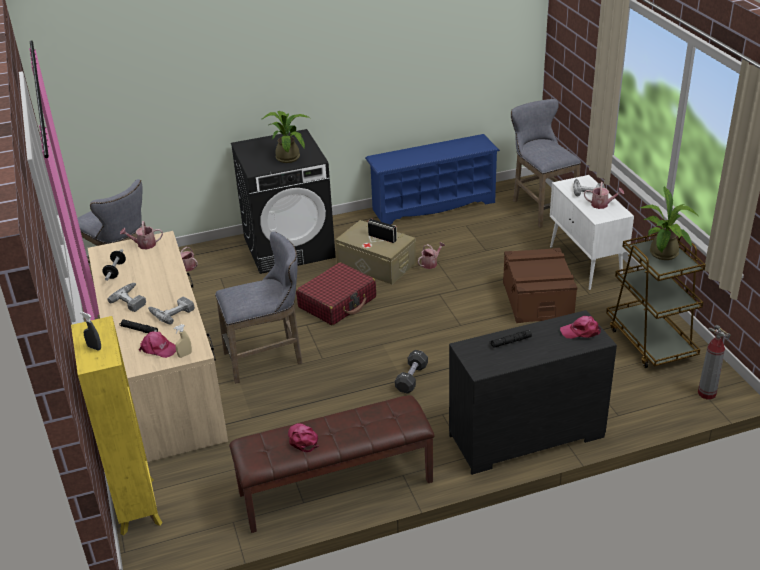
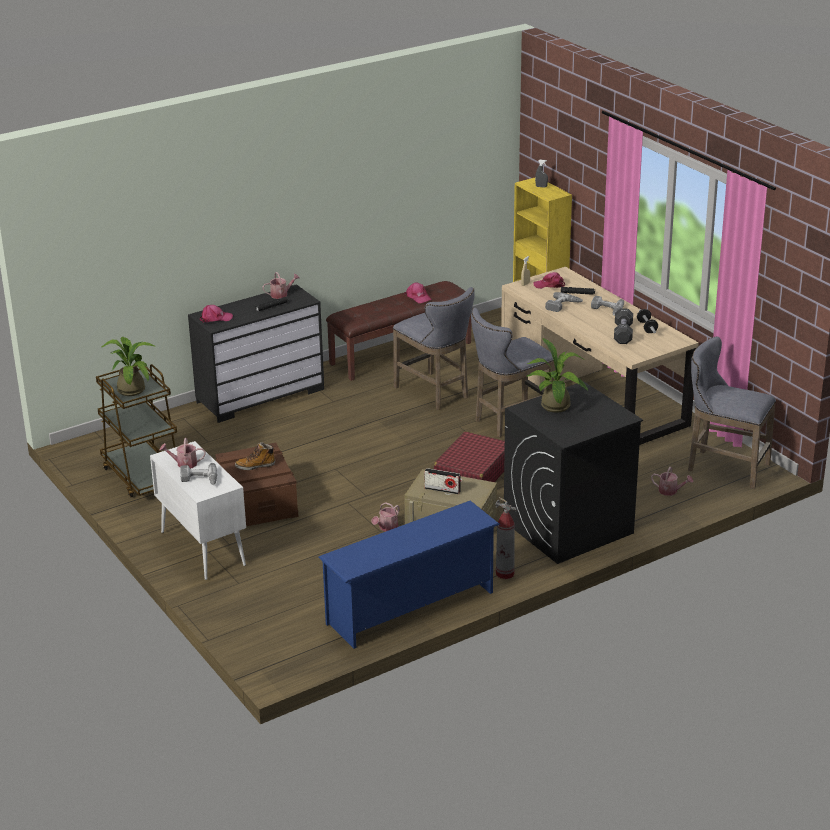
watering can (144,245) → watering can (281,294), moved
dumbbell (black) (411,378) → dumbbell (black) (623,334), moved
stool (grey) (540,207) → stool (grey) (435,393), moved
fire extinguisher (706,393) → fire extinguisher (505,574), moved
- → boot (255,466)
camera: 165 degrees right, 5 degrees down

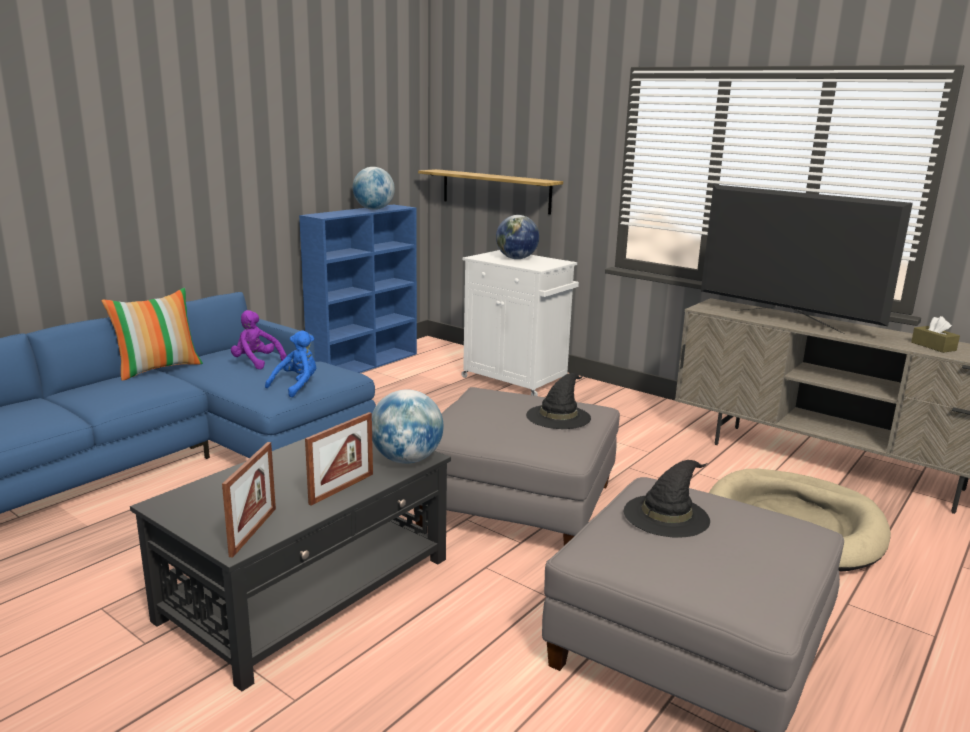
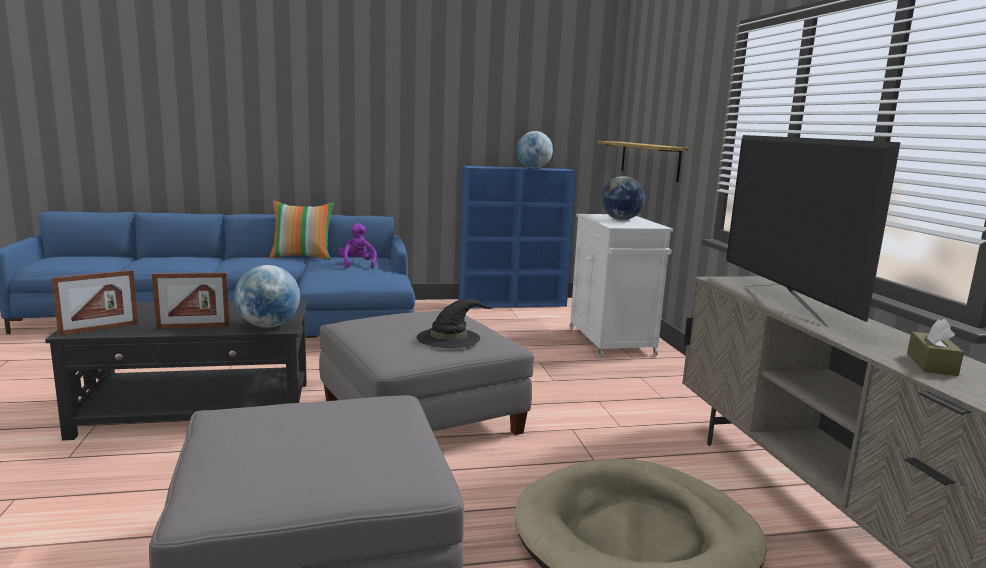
plush toy (blue) (296,386) → -
hat (black) (666,515) → -
camera: 40 degrees right, 5 degrees down

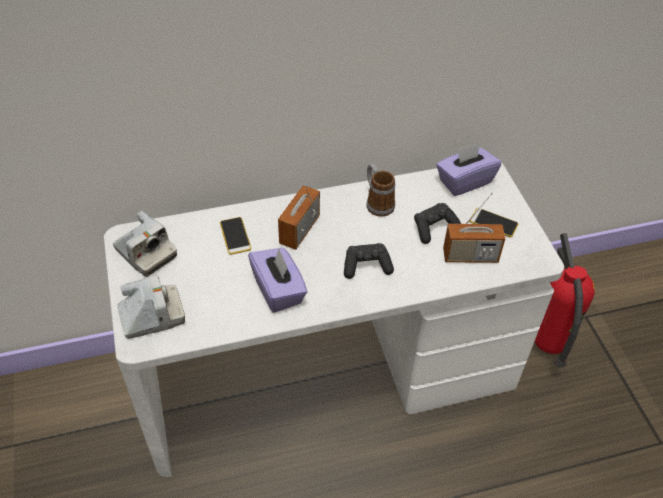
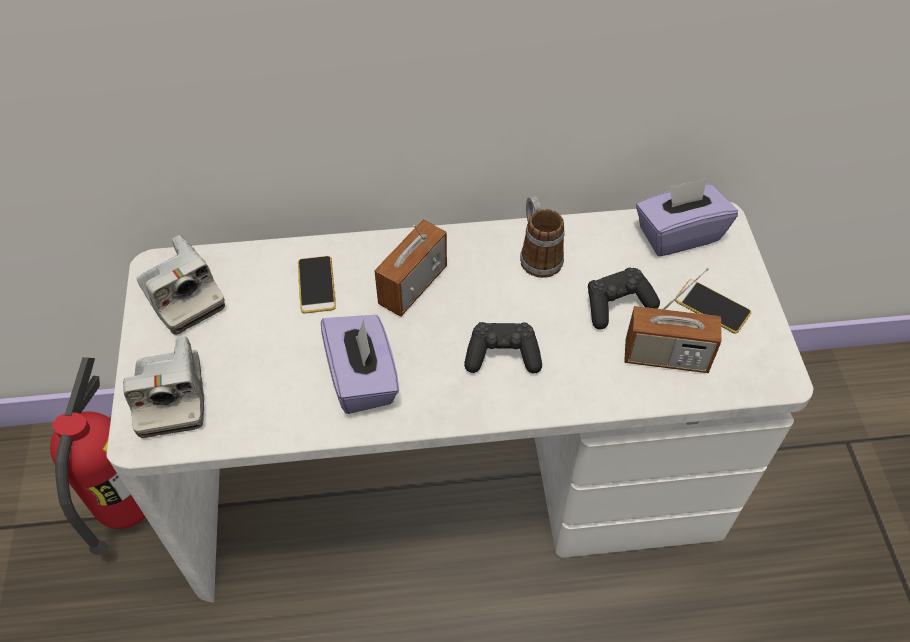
photo camera (152,316) → photo camera (171,397), 90 degrees clockwise
fire extinguisher (547,344) → fire extinguisher (128,509), moved
camera: 10 degrees right, 5 degrees up

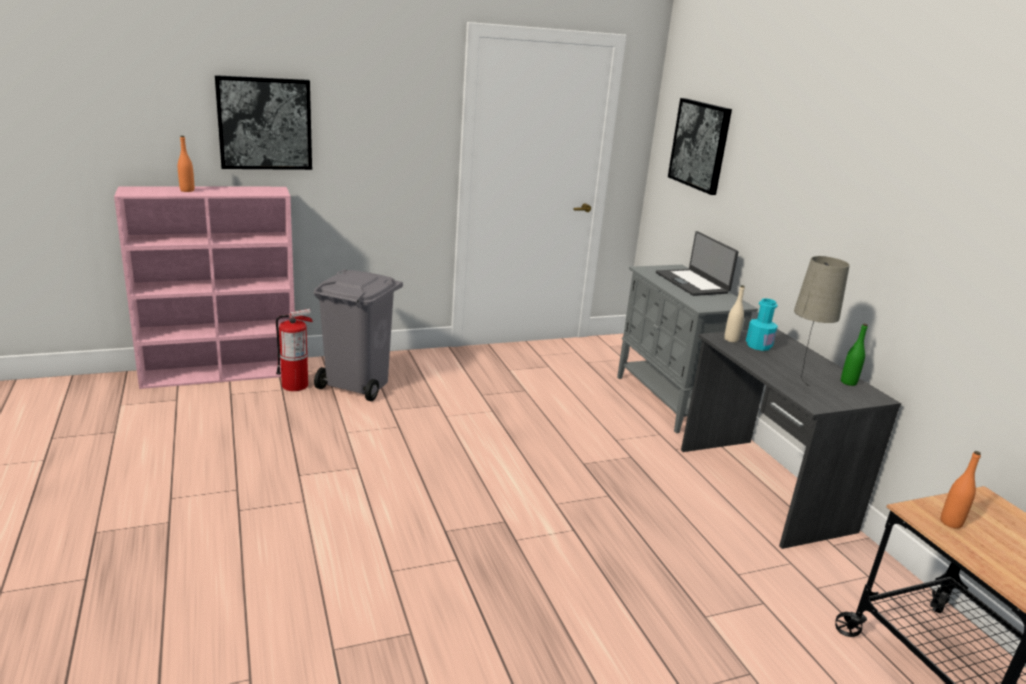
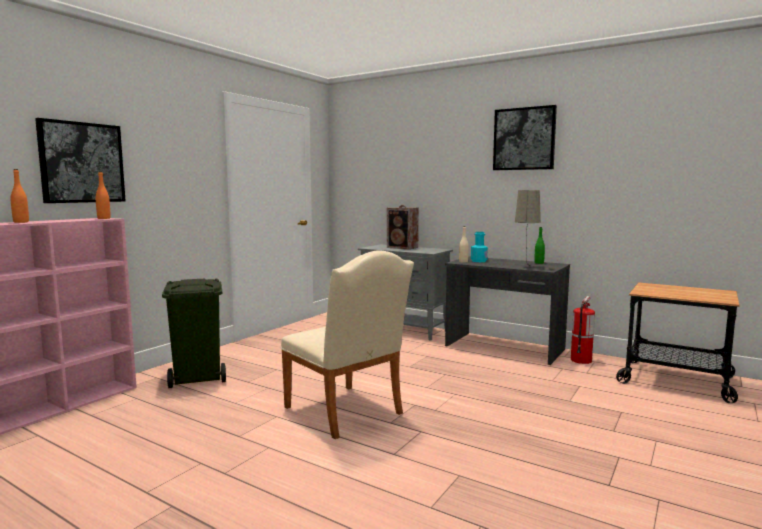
fire extinguisher (295,385) → fire extinguisher (581,360), moved
trash can (grey) (358,385) → trash can (green) (199,377)
laptop (692,283) → speaker (403,247)
picture (700,145) → picture (524,139), moved
bottle (orange) (951,523) → bottle (orange) (104,218), moved
- → chair (beige) (347,413)
camera: 35 degrees left, 15 degrees down

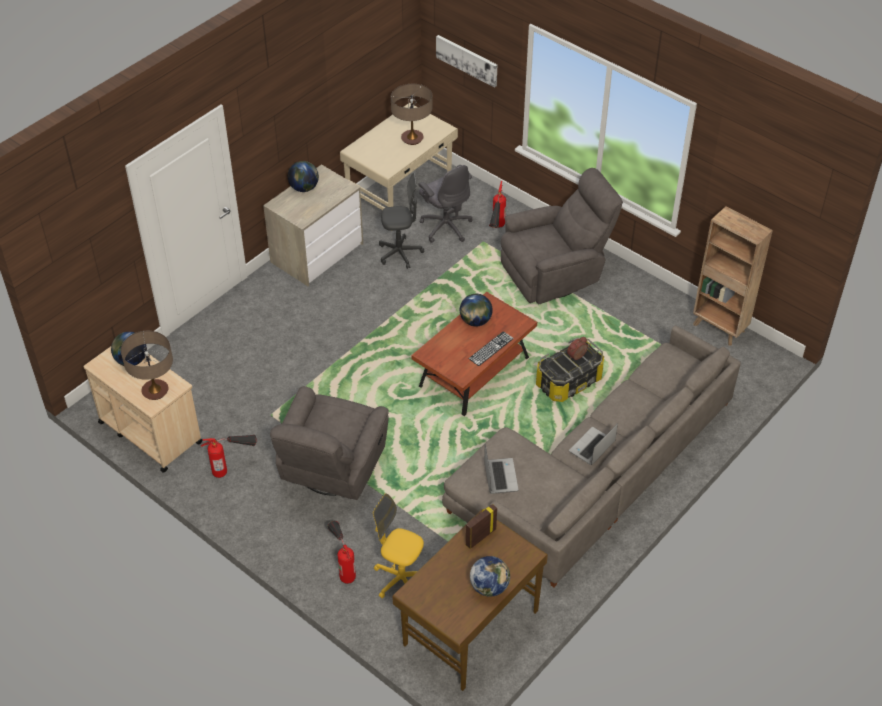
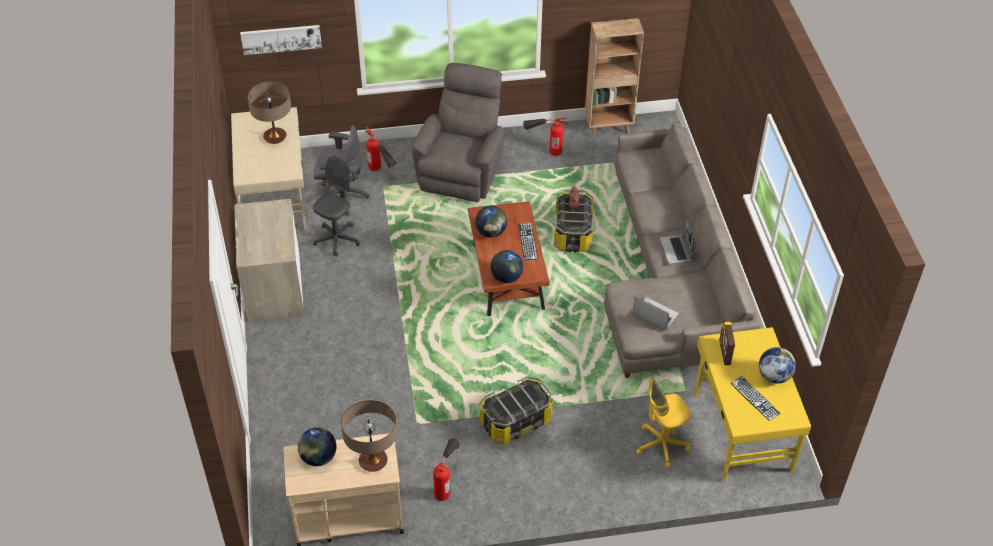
armchair (grey) (331,471) → storage box (516,421)
globe (304,188) → globe (506,277), moved
fire extinguisher (343,565) → fire extinguisher (544,149), moved
desk (brown) (469,627) → desk (yellow) (741,432)
- → keyboard (755,398)
camera: 50 degrees left, 0 degrees up

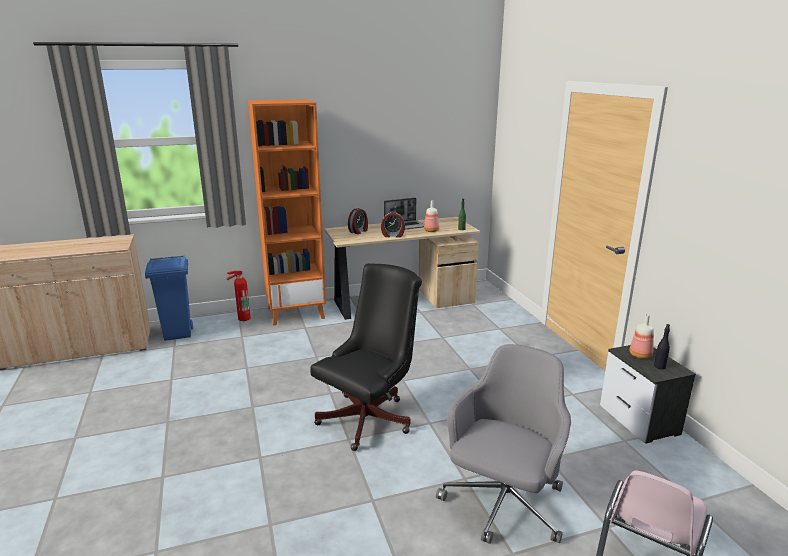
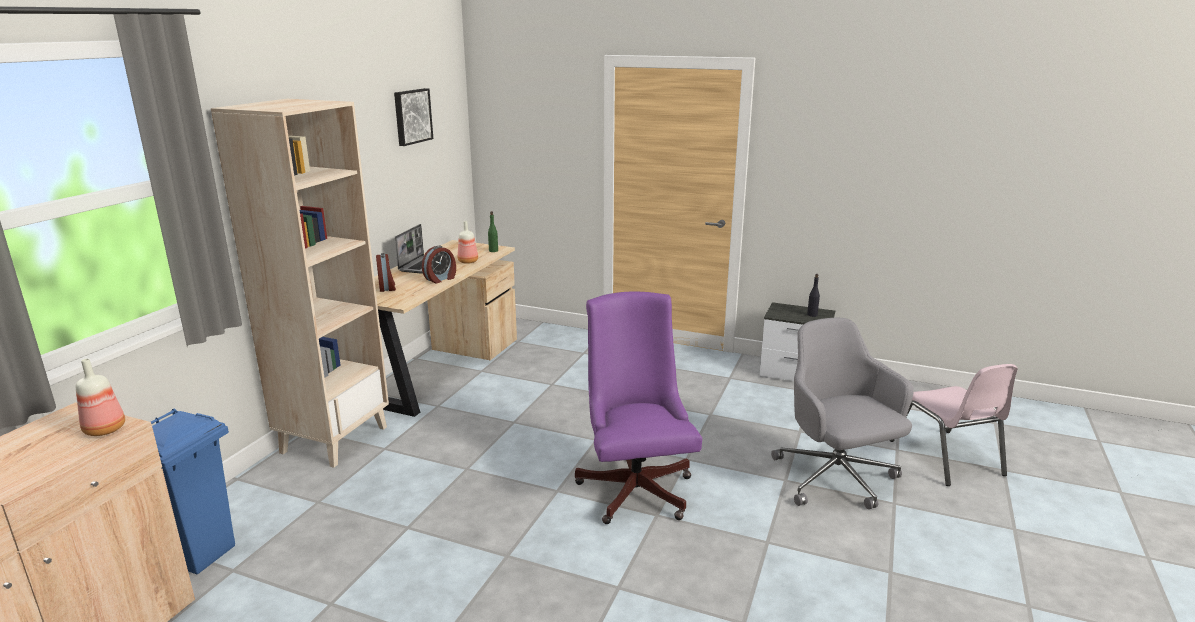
fire extinguisher (242,318) → -
bookcase (orange) (296,313) → bookcase (beige) (334,439)
office chair (black) (370,417) → office chair (purple) (635,486)
bottle (641,355) → bottle (106,429), moved
- → picture (411,116)
camera: 50 degrees left, 0 degrees up

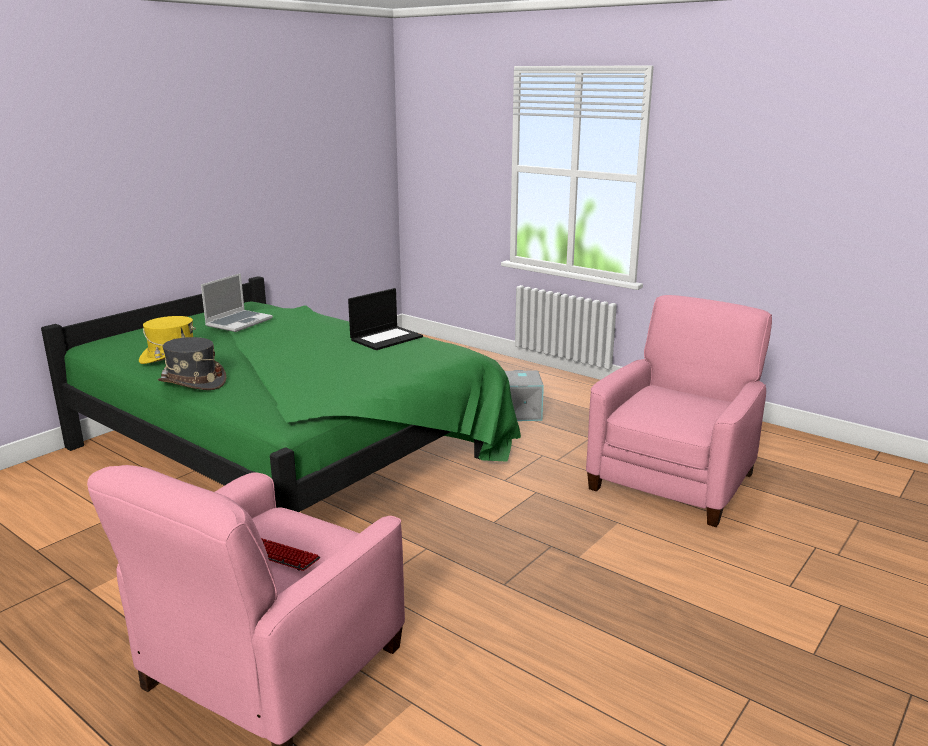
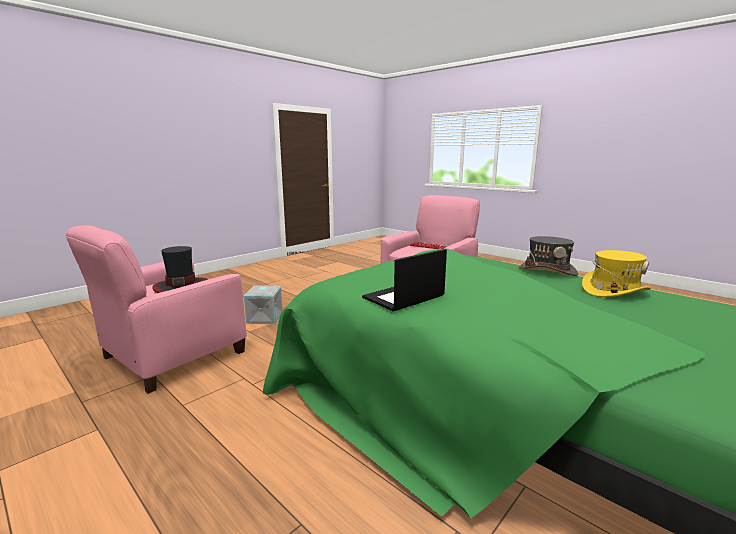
laptop (239,322) → -
storage box (grey) (522,413) → storage box (grey) (264,318), moved
- → hat (181,286)
camera: 175 degrees left, 5 degrees down

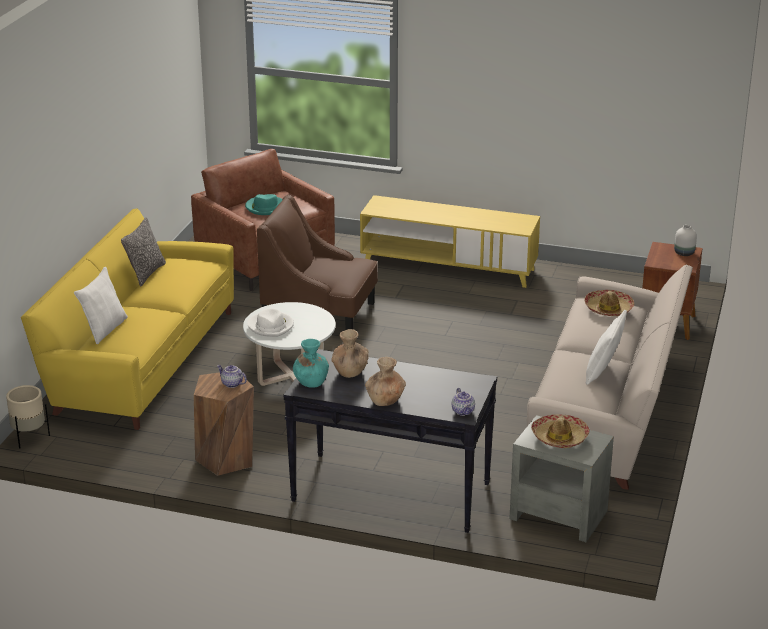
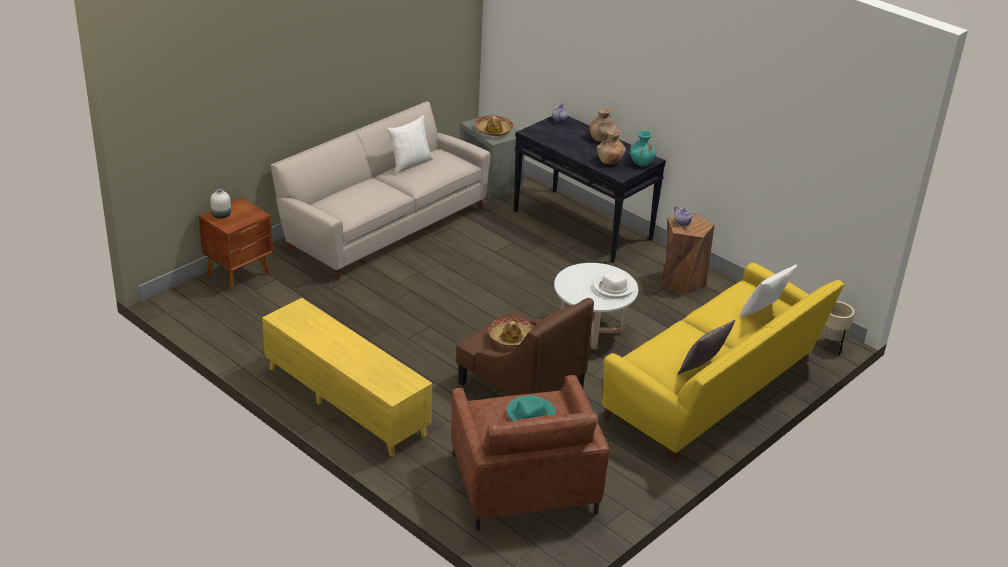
hat (608,308) → hat (511,337), moved
camera: 155 degrees left, 5 degrees up

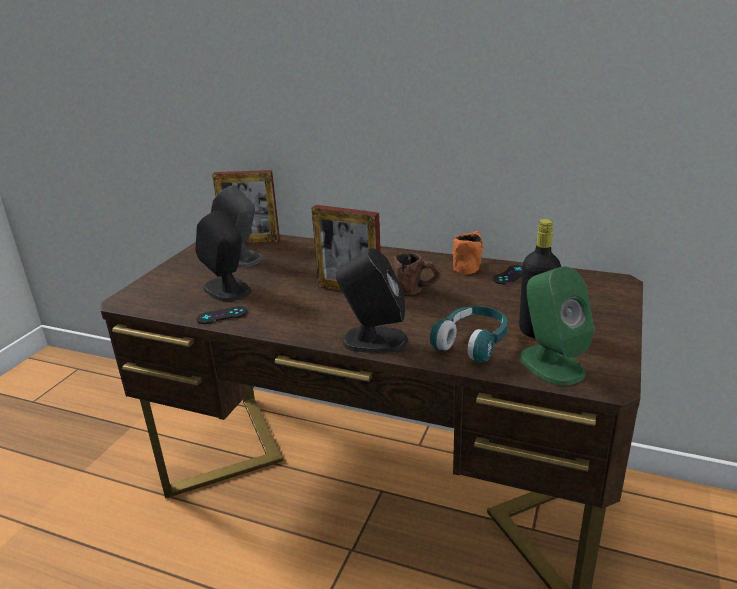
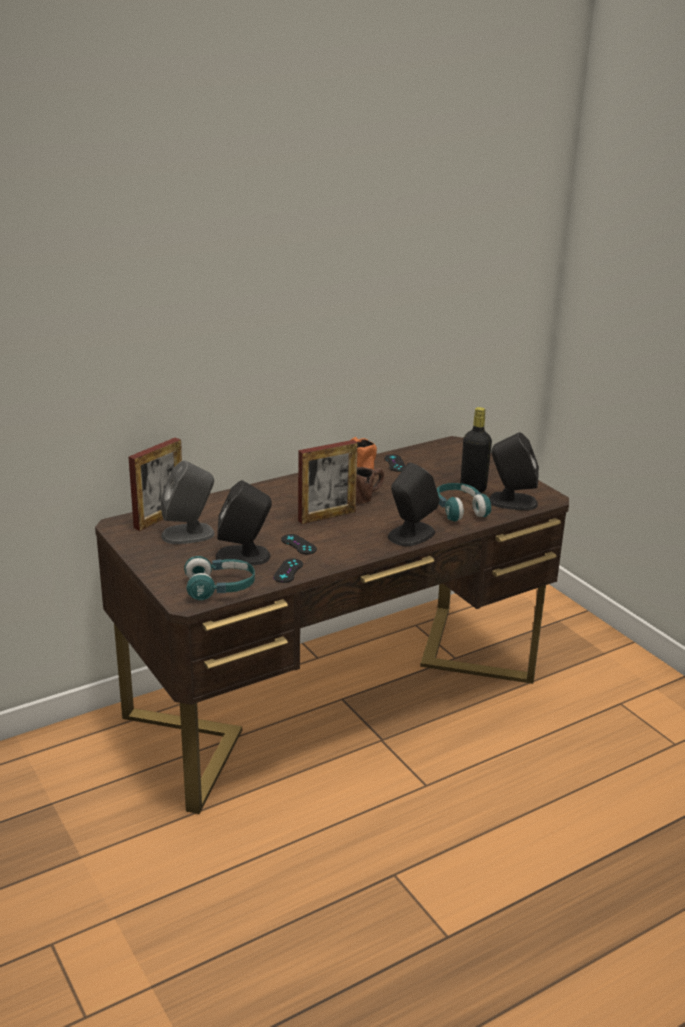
speaker (green) (550,364) → speaker (black) (512,501)
- → headphones (turquoise) (220,588)
- → game controller (black) (298,544)
camera: 55 degrees left, 0 degrees up

